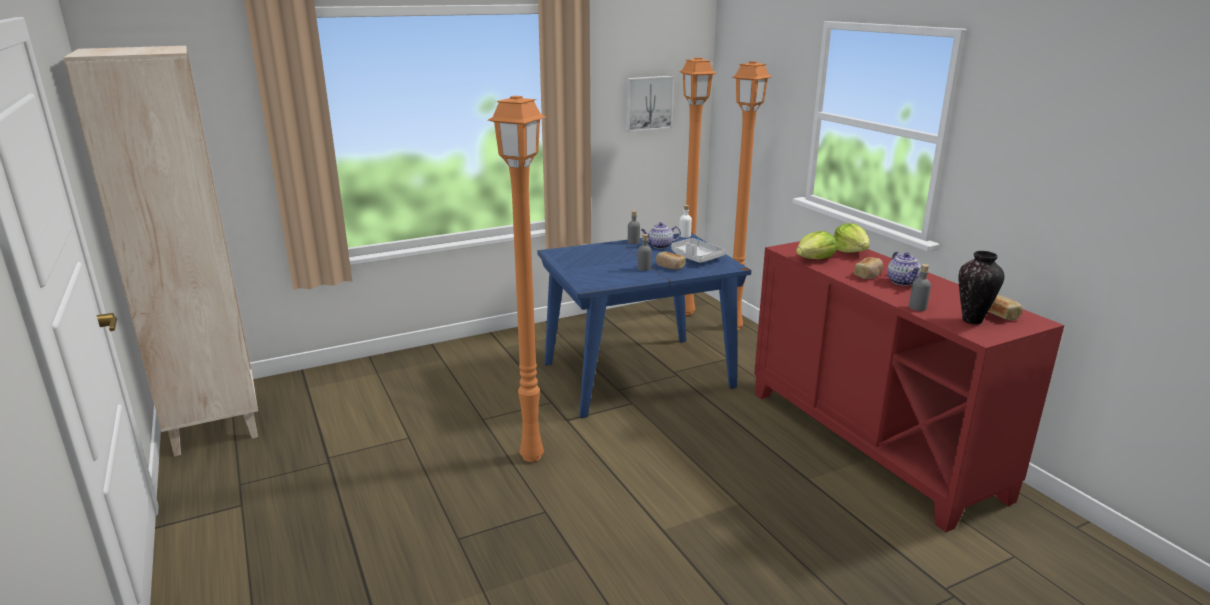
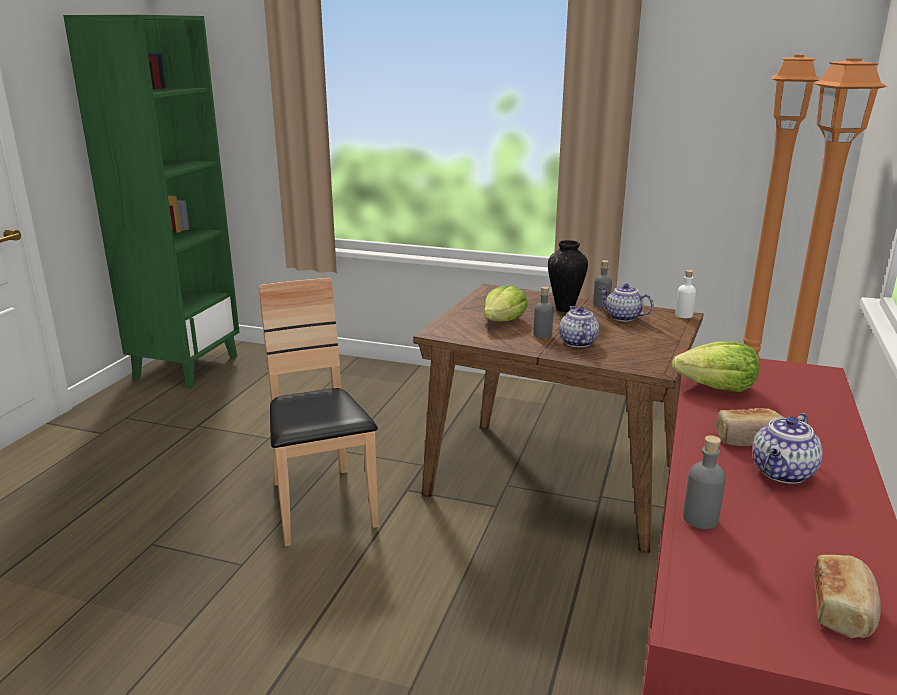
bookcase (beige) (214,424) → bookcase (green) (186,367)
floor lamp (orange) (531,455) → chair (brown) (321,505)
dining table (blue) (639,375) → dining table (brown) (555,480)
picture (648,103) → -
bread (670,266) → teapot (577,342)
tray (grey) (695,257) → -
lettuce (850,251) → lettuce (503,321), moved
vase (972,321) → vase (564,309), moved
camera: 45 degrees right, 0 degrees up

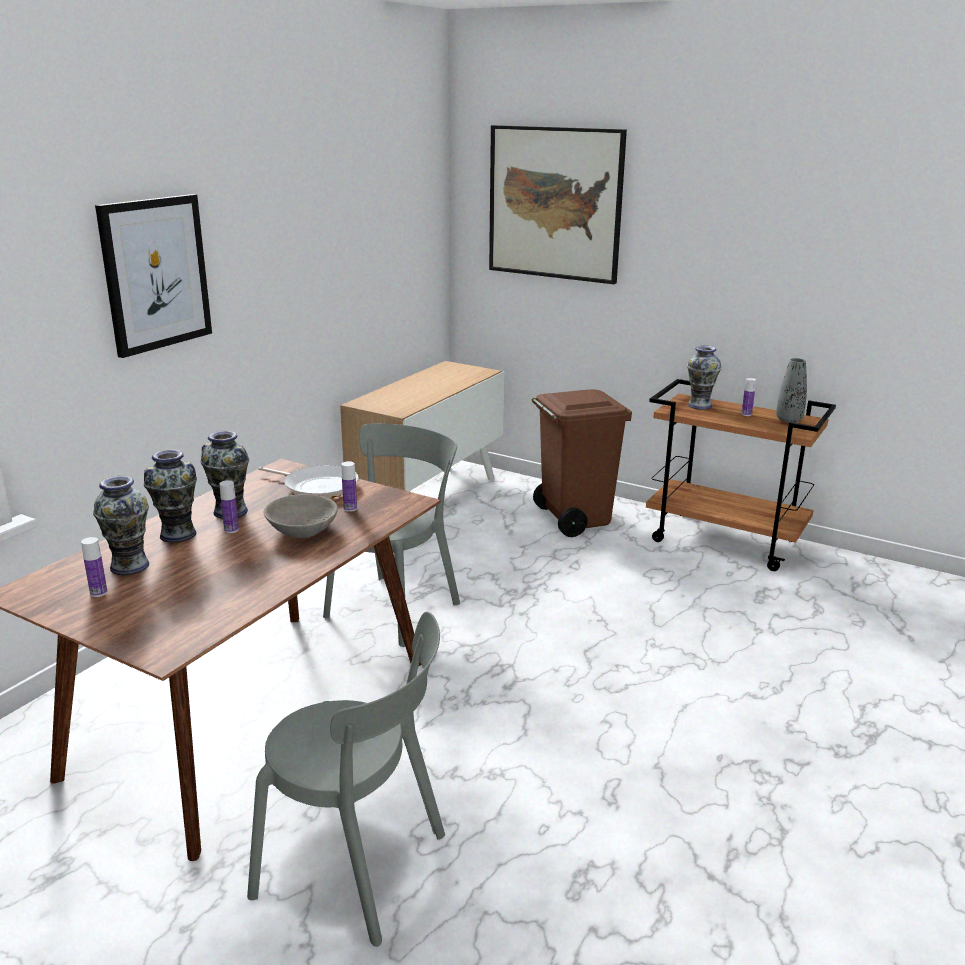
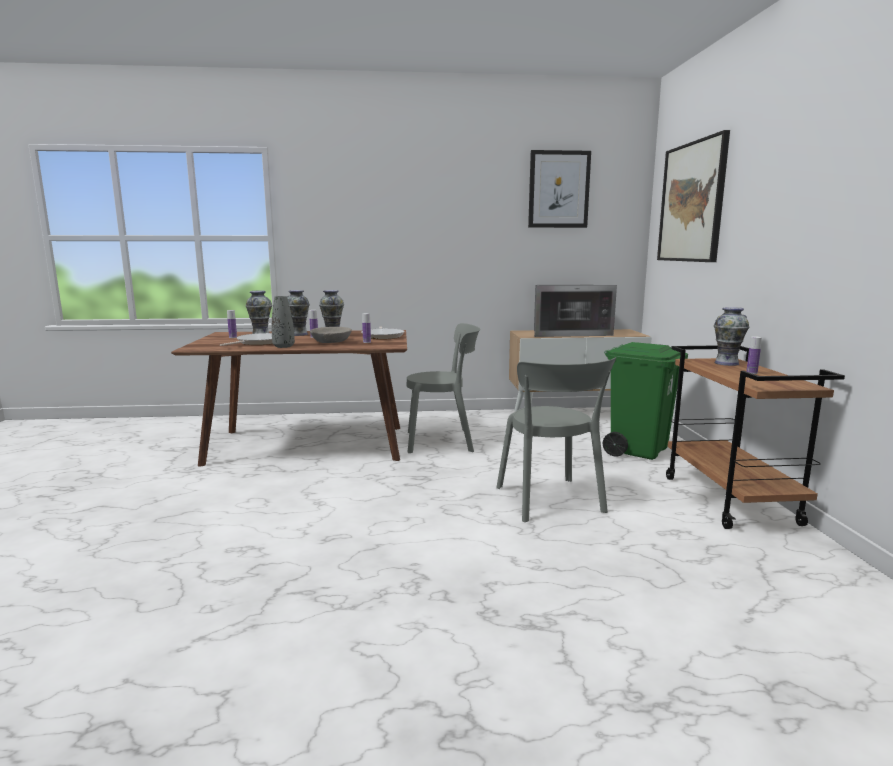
picture (155,274) → picture (558,189), moved
chair (grey) (359,868) → chair (grey) (551,502), moved
trash can (brown) (574,519) → trash can (green) (638,450)
vase (grey) (789,420) → vase (grey) (283,346), moved
- → frying pan (258,343)
- → microwave (568,333)
camera: 55 degrees right, 10 degrees down

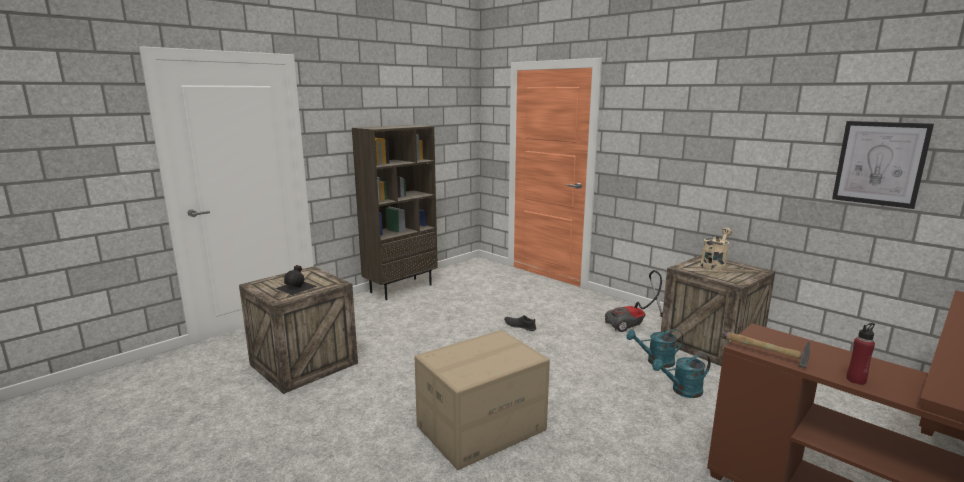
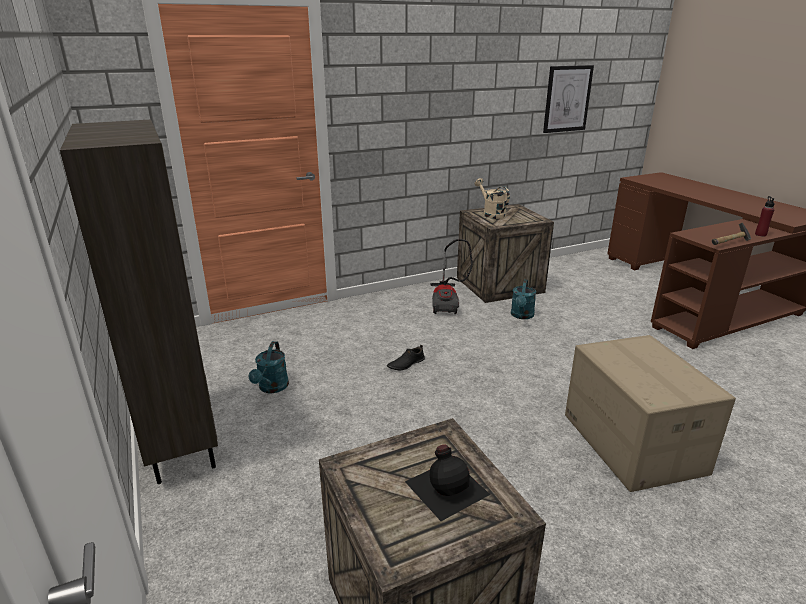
watering can (turquoise) (682,391) → watering can (turquoise) (272,388), moved
camera: 70 degrees left, 10 degrees up

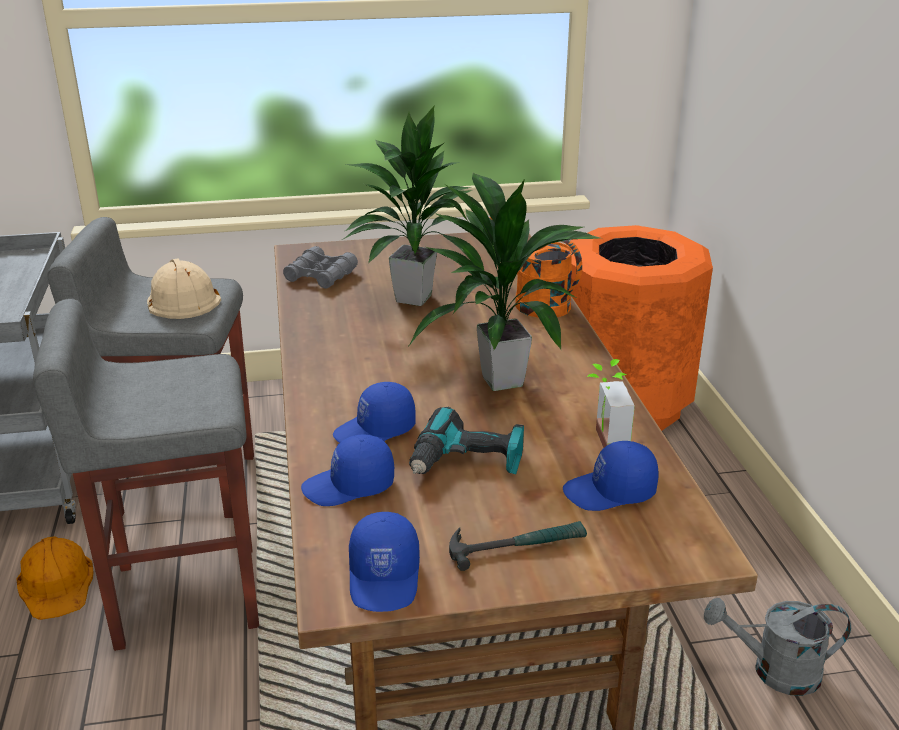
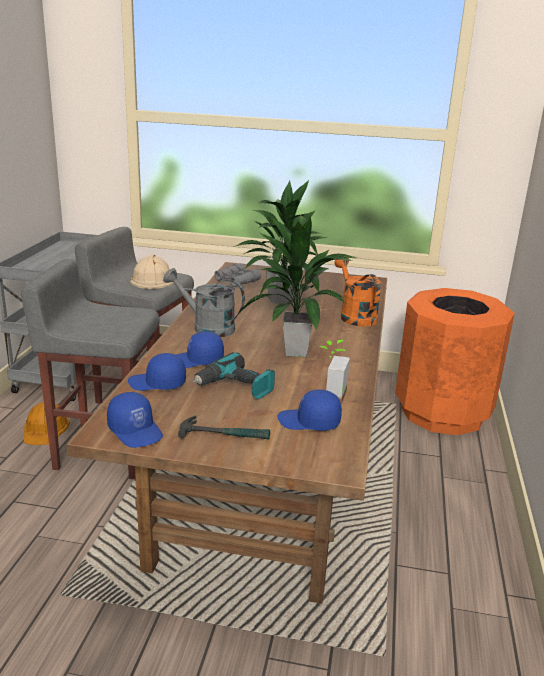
cap (blue) (385,577) → cap (blue) (136,431), 60 degrees counterclockwise
watering can (grey) (774,671) → watering can (grey) (207,327), moved
camera: 20 degrees right, 5 degrees down

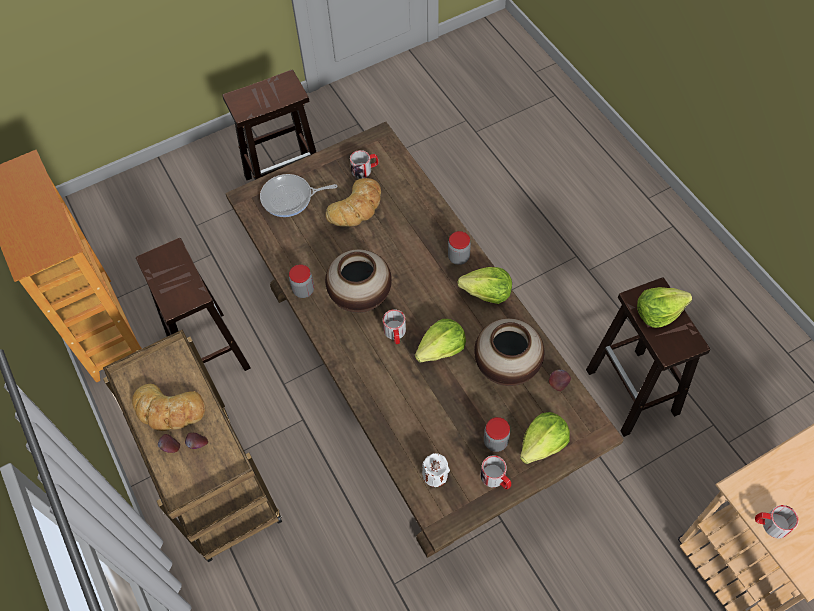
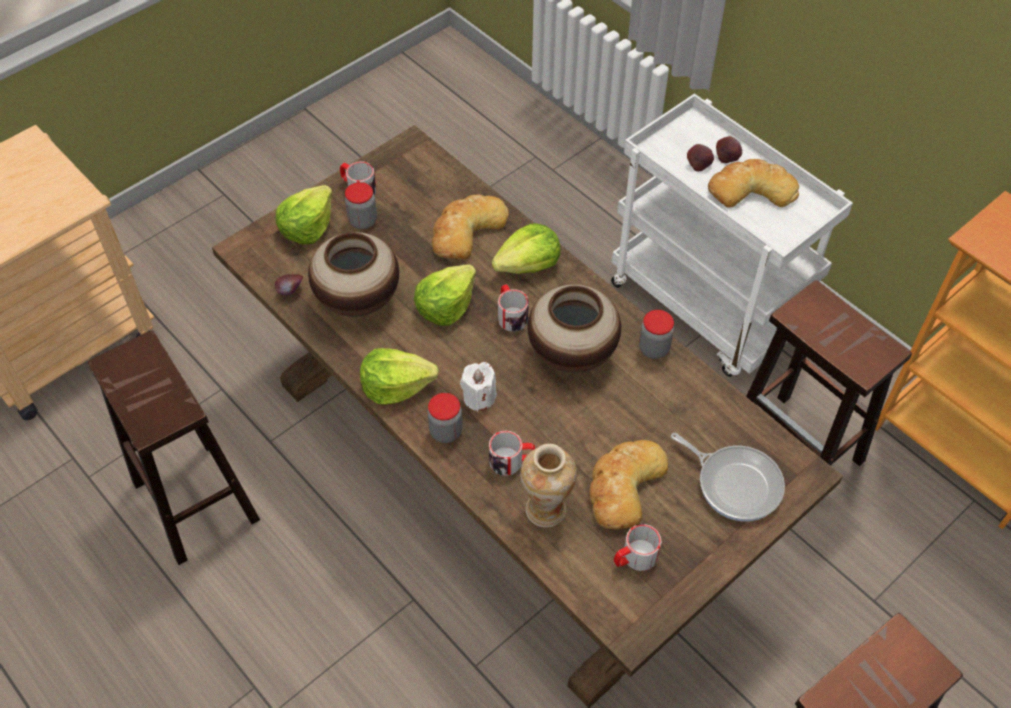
cart (brown) (214,481) → cart (white) (708,307)
frying pan (290,198) → frying pan (735,483), 60 degrees clockwise
candle (white) (435,475) → candle (white) (479,397), moved
lettuce (658,312) → lettuce (528,265), moved
mug (770,524) → mug (512,461), moved
- → bread (466,230)
- → vase (546,509)
camera: 165 degrees right, 5 degrees down

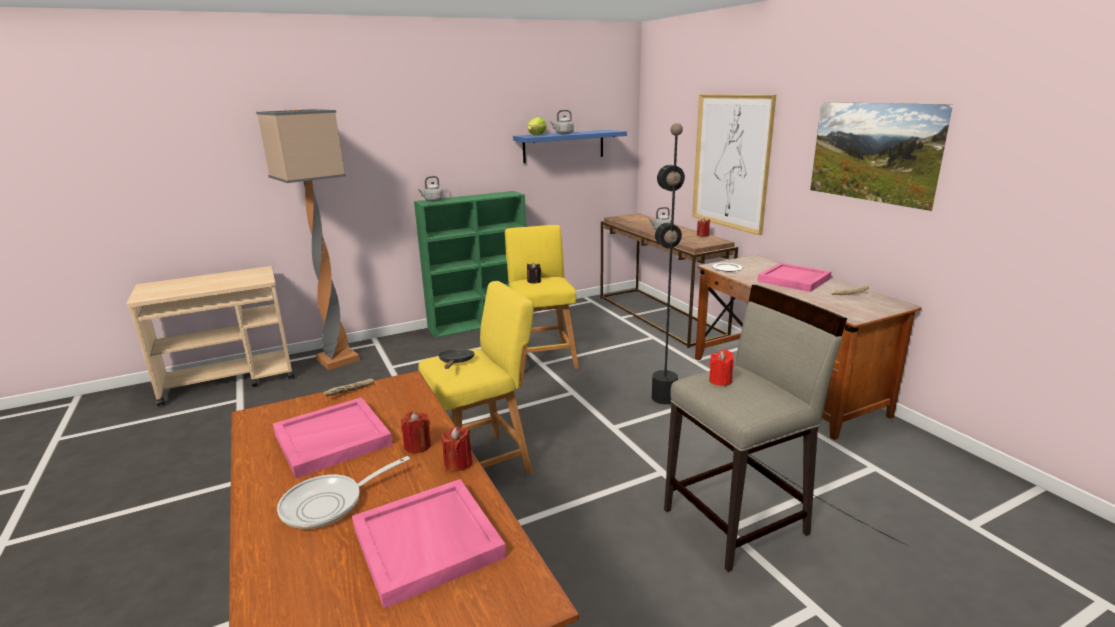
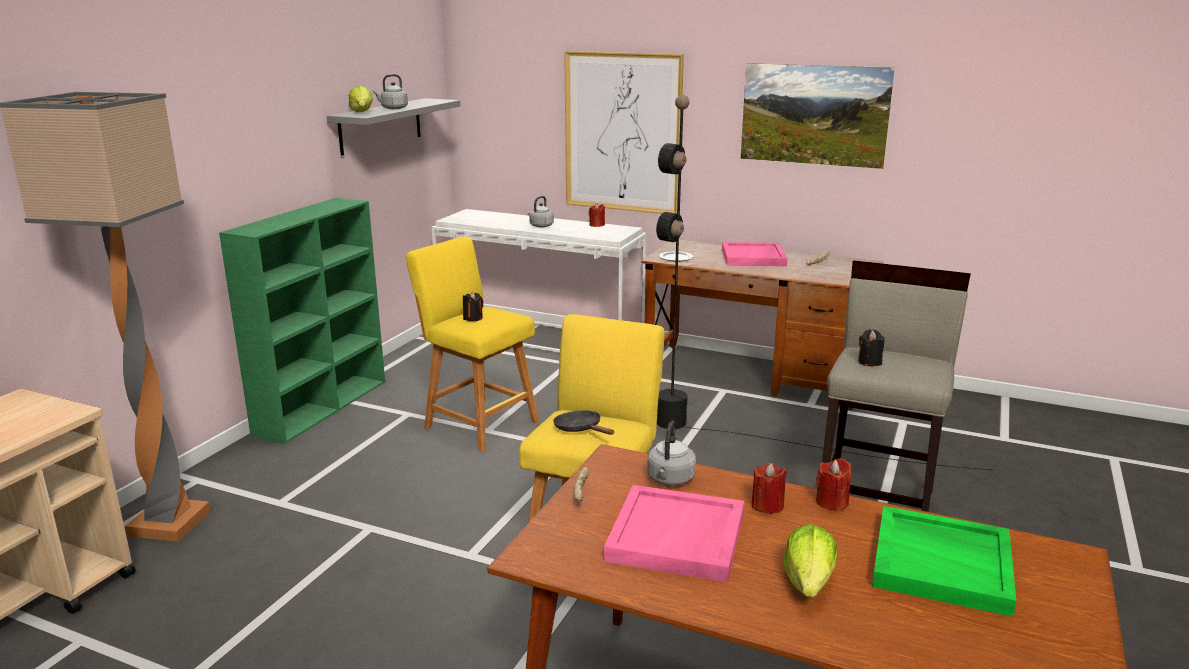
frying pan (329,504) → lettuce (808,582)
tray (pink) (429,543) → tray (green) (943,563)
kettle (grey) (433,201) → kettle (grey) (670,480), moved
shelf (blue) (563,146) → shelf (grey) (380,125)
console table (brown) (661,316) → console table (white) (542,337)
candle (red) (720,381) → candle (black) (869,362)
camera: 40 degrees left, 0 degrees up

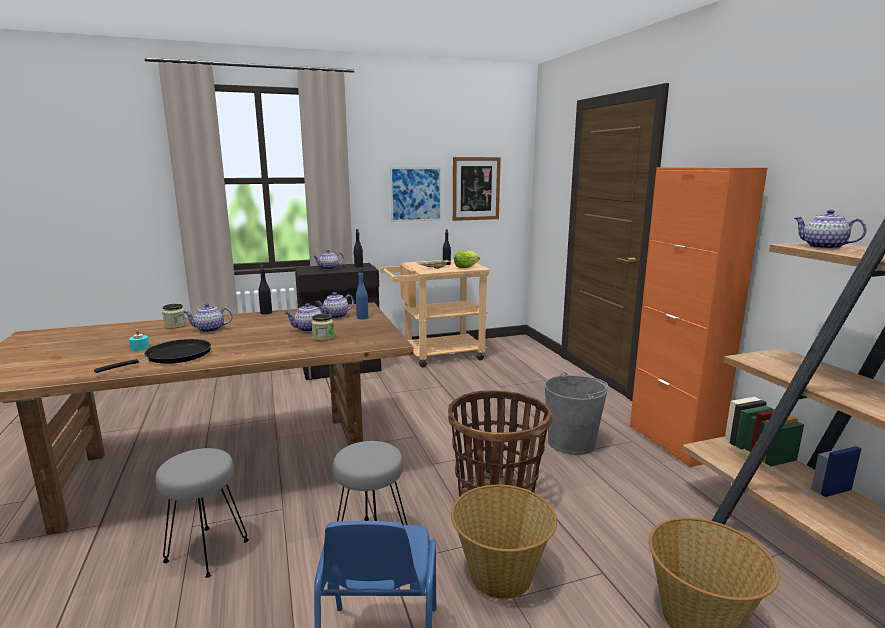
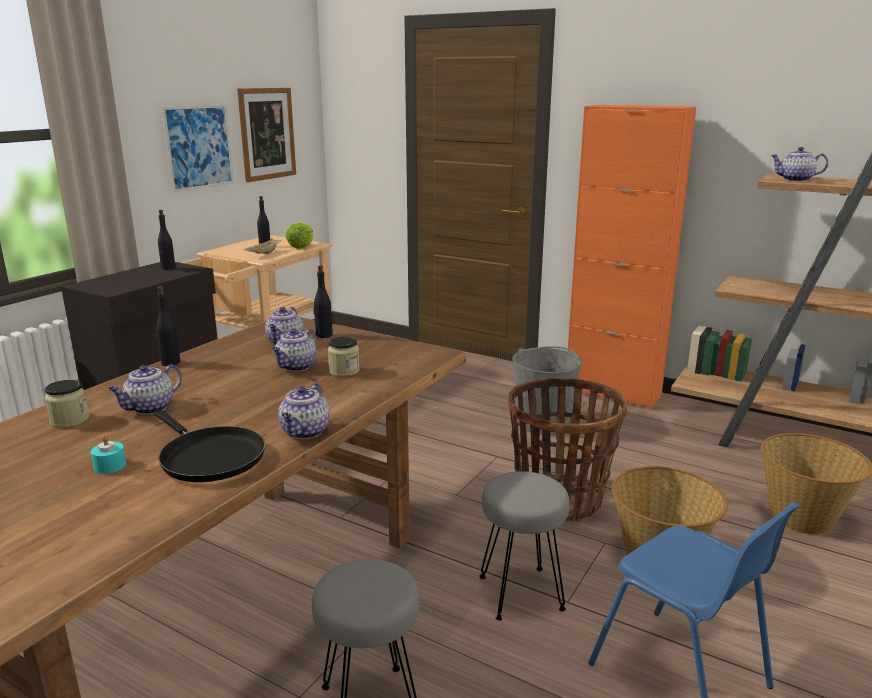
frying pan (black) (174,357) → frying pan (black) (209,457), 135 degrees clockwise
teapot (329,268) → teapot (305,432), moved
bottle (blue) (362,317) → bottle (black) (324,335)
camera: 40 degrees left, 5 degrees up

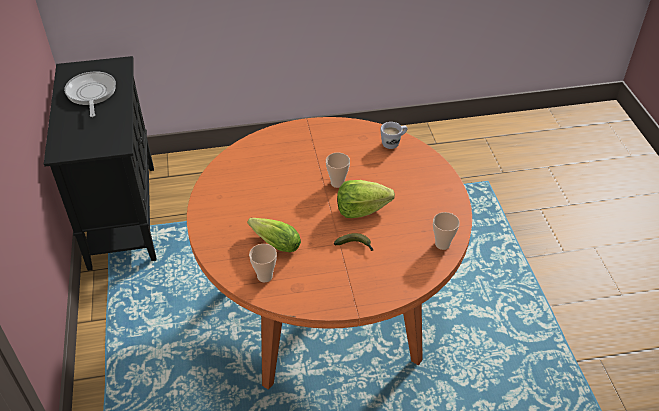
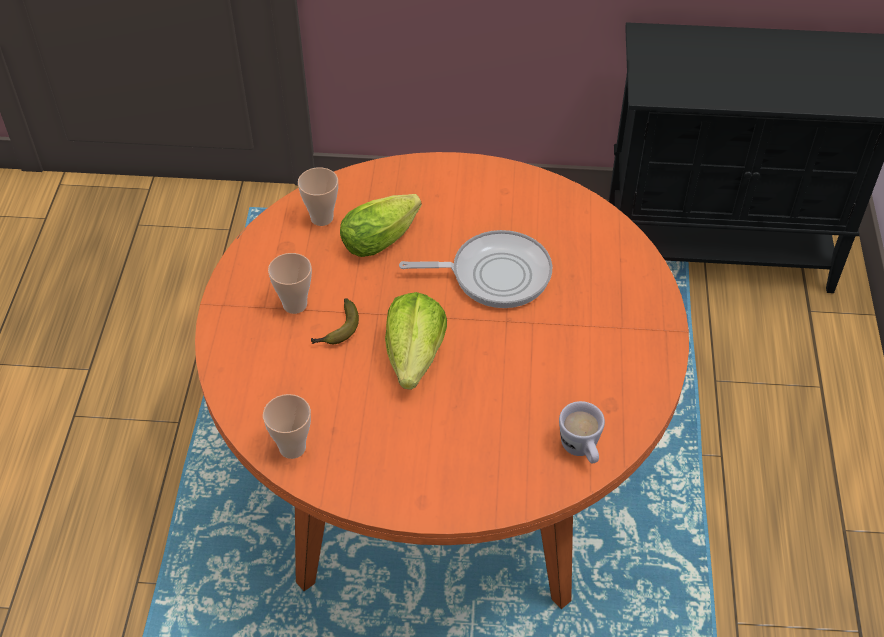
frying pan (91,94) → frying pan (494,274), moved
cup (337,183) → cup (295,304), moved
camera: 105 degrees right, 5 degrees up

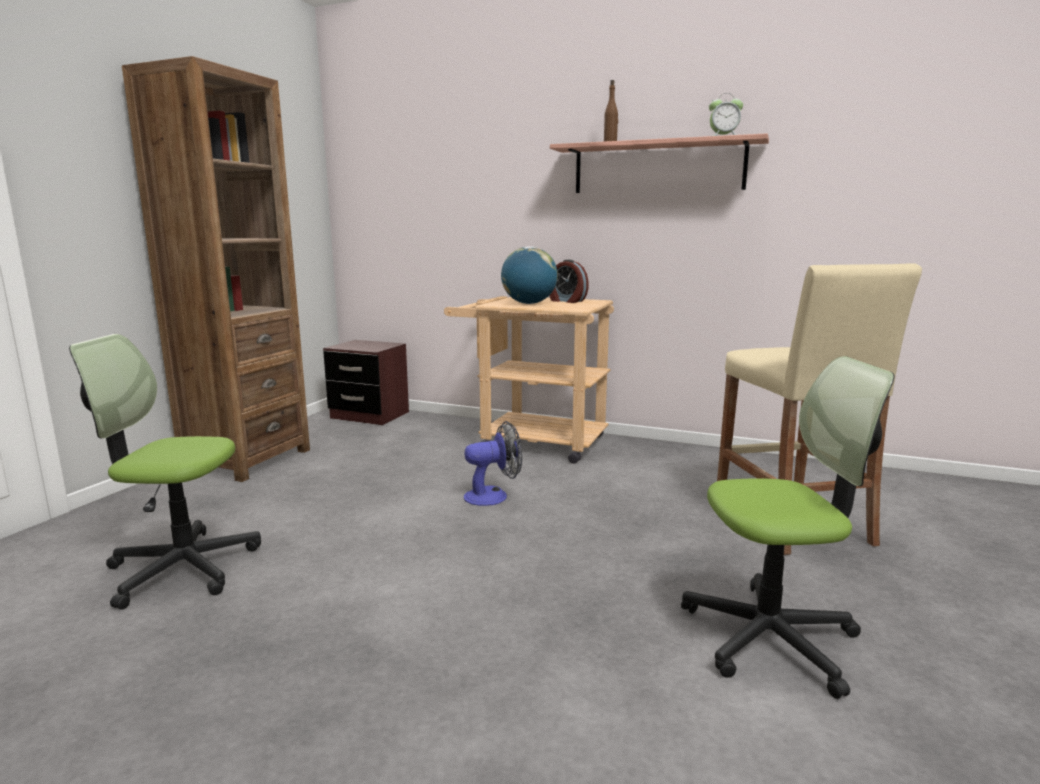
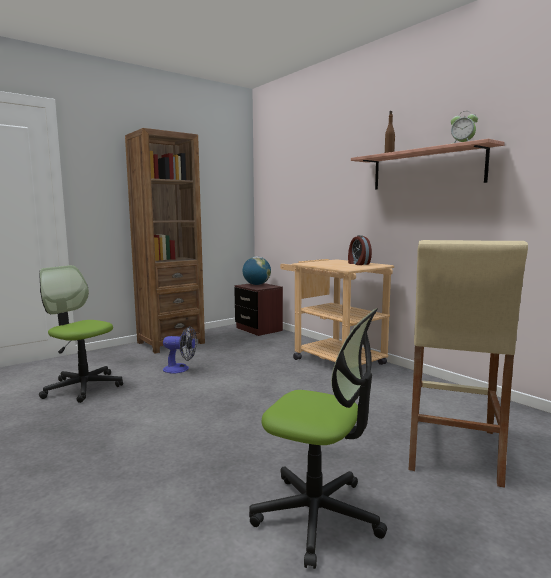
fan (493,495) → fan (180,369), moved
globe (529,303) → globe (256,284), moved
camera: 30 degrees right, 5 degrees down

